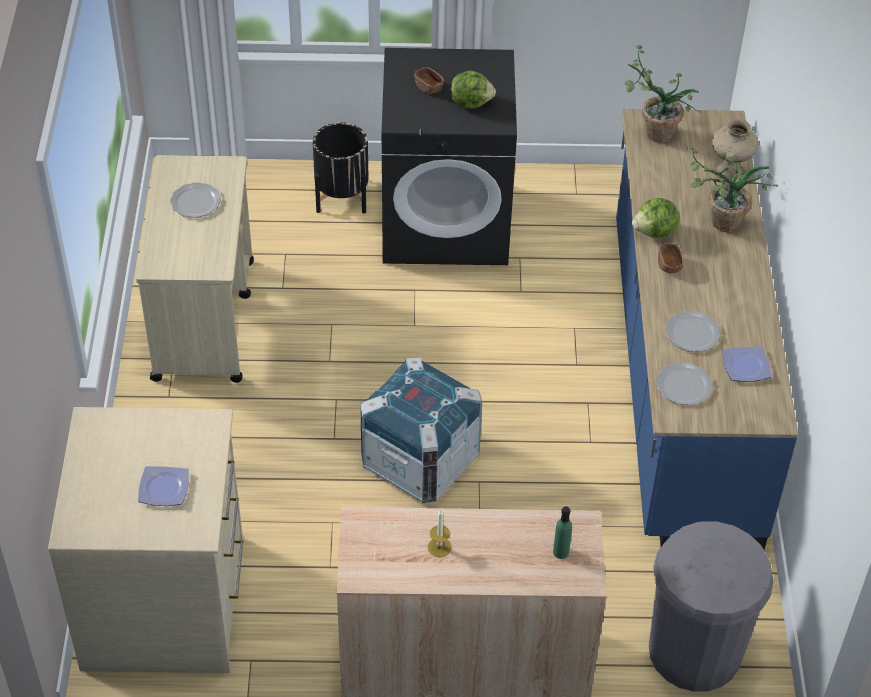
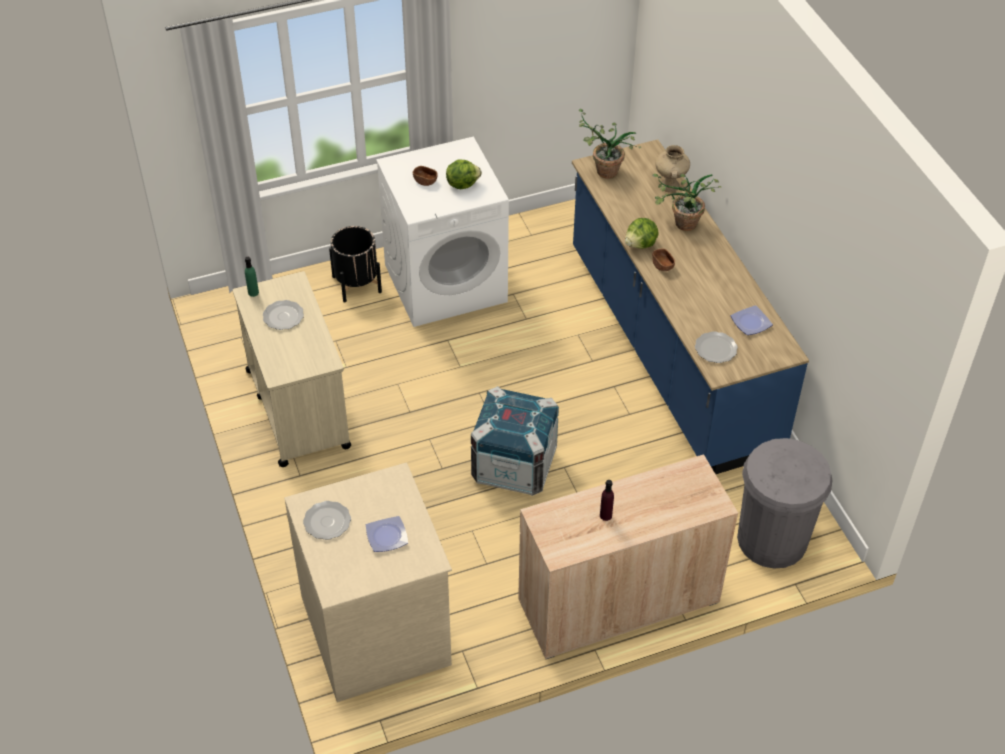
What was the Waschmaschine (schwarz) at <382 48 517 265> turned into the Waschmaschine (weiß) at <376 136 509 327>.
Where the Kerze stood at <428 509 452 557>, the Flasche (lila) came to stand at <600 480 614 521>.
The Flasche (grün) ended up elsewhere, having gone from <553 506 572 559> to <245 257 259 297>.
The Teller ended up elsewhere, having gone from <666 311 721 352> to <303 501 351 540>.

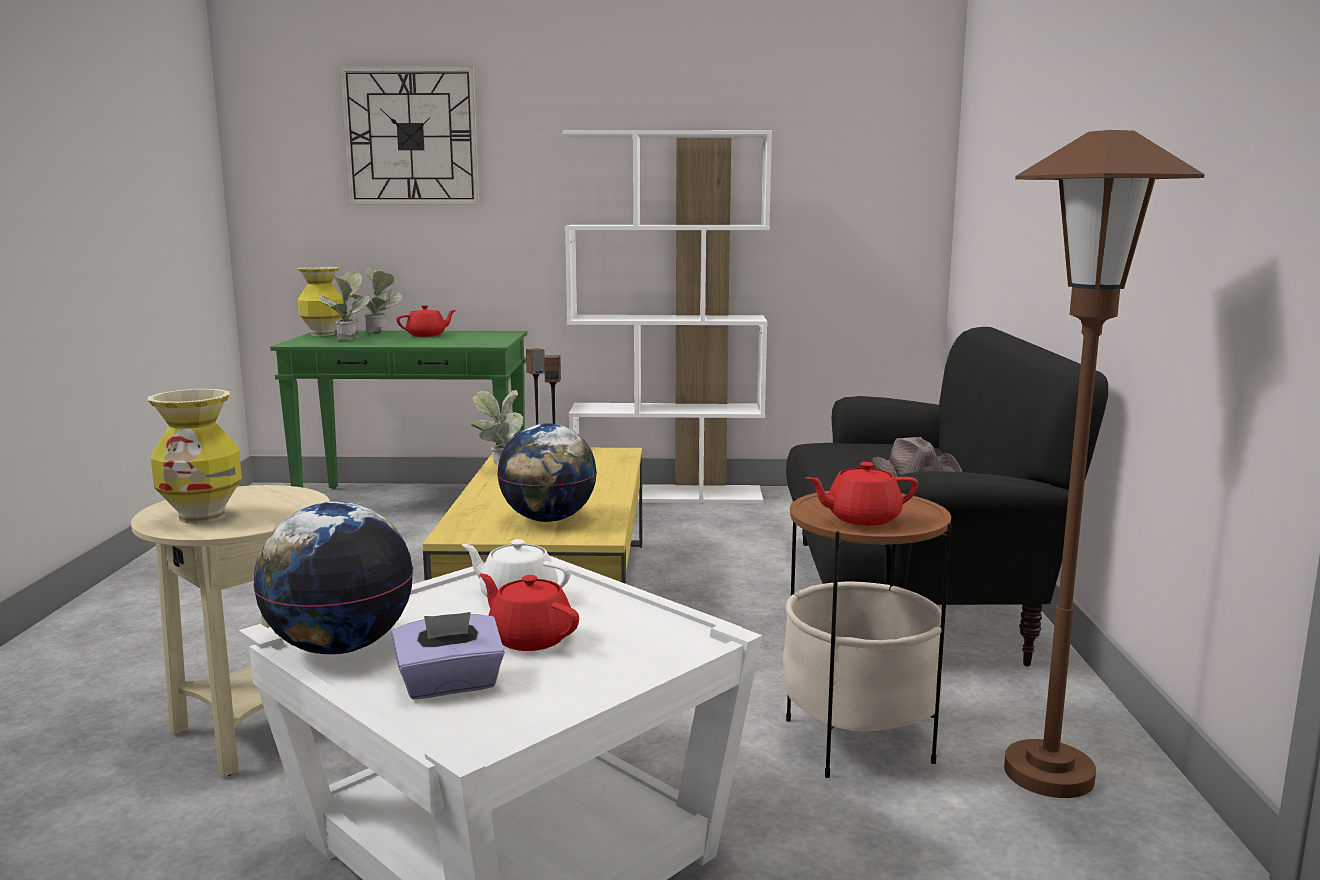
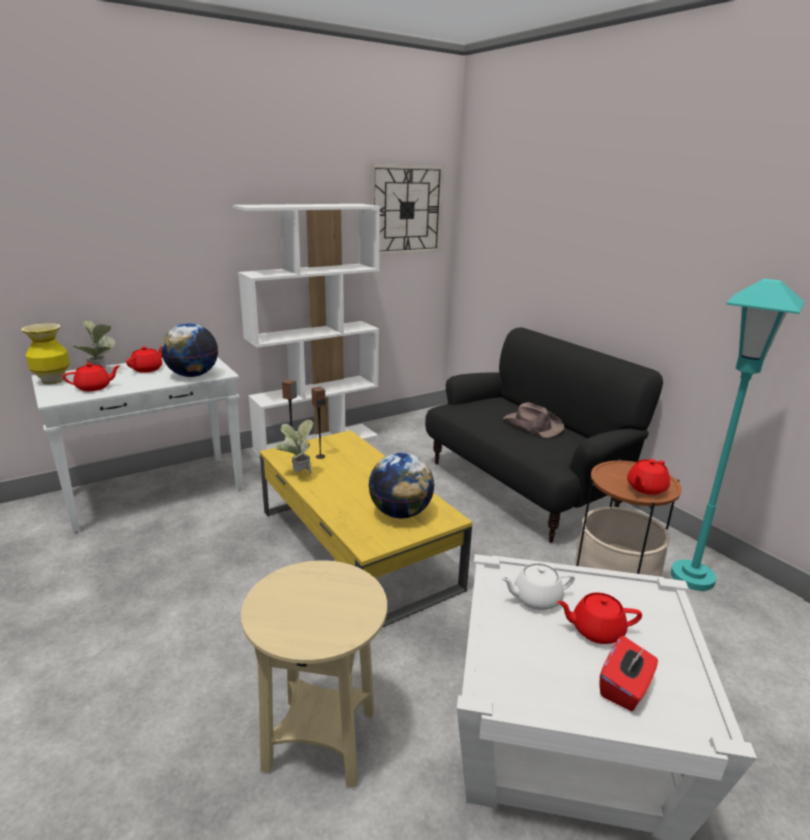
The second view lost the Vase at <148 389 242 524>.
The Globus ended up elsewhere, having gone from <253 502 413 655> to <161 323 218 377>.
What was the Konsolentisch (grün) at <270 330 527 489> turned into the Konsolentisch (weiß) at <31 357 243 533>.
Where the Topfpflanze stood at <317 271 370 339>, the Teekanne (rot) came to stand at <63 363 121 391>.
The Wanduhr ended up elsewhere, having gone from <339 66 479 204> to <370 164 444 255>.
What was the Taschentuchbox (lila) at <392 612 505 700> turned into the Taschentuchbox (rot) at <599 636 658 711>.
What was the Stehlampe (braun) at <1004 130 1205 798> turned into the Stehlampe (türkis) at <671 279 804 591>.

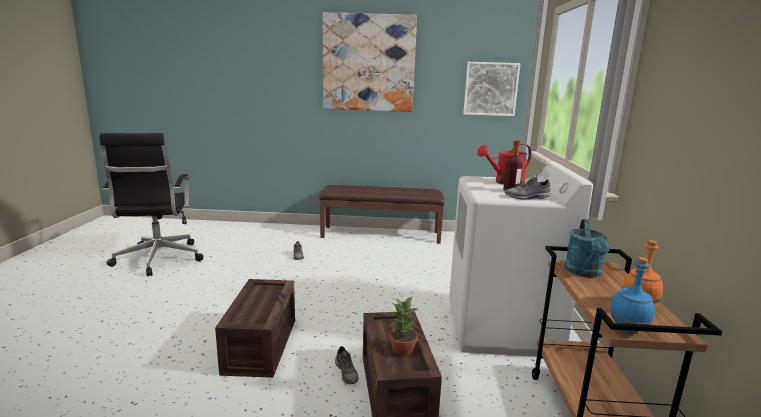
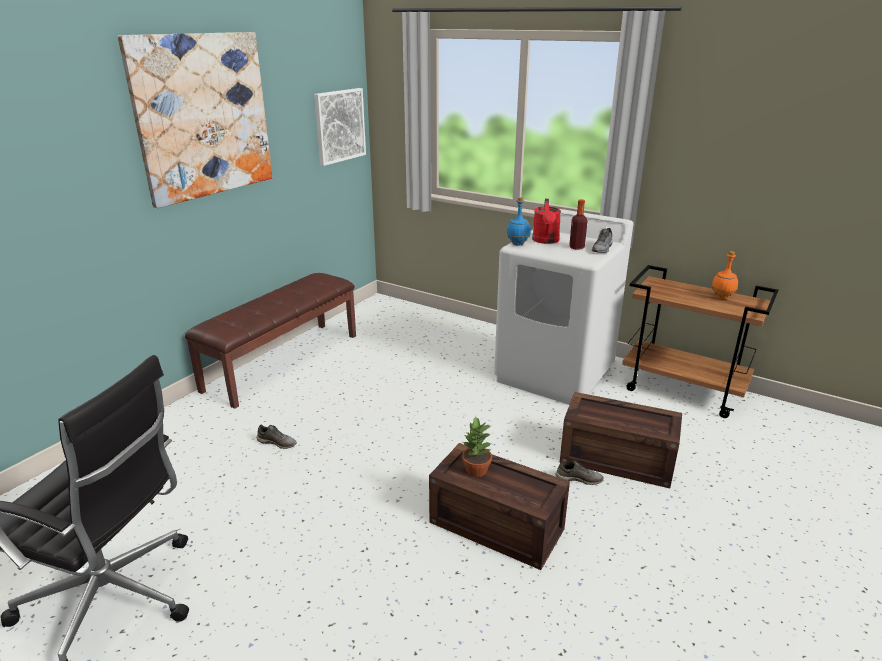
The Topfpflanze ended up elsewhere, having gone from <389 297 418 356> to <462 416 492 477>.
The second view lost the Gießkanne (türkis) at <564 219 610 278>.
The Flasche (blau) ended up elsewhere, having gone from <610 257 655 334> to <507 197 531 246>.

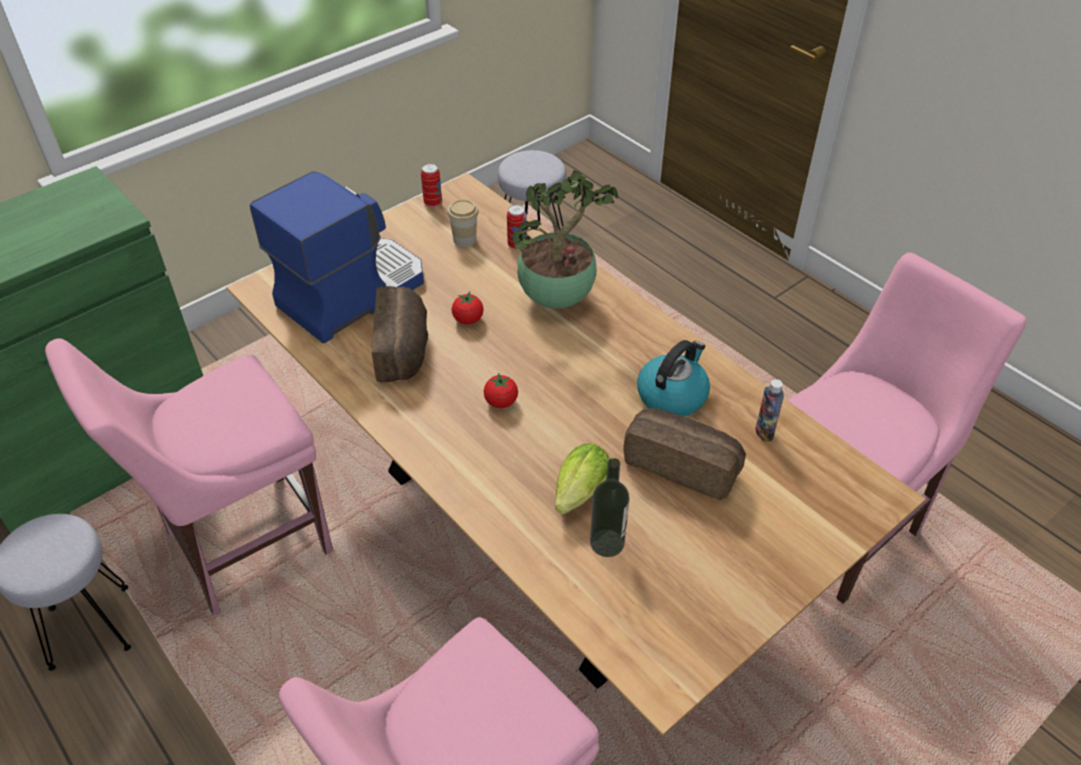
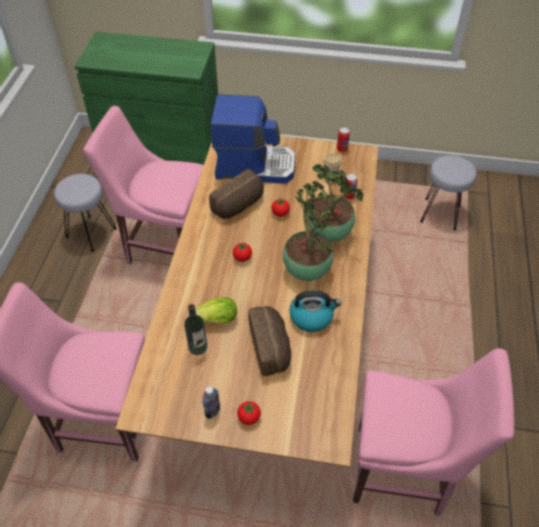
The Flasche ended up elsewhere, having gone from <756 379 784 442> to <203 386 220 419>.
The second view gained the Tomate at <237 401 261 425>.
The second view gained the Topfpflanze at <283 189 334 281>.

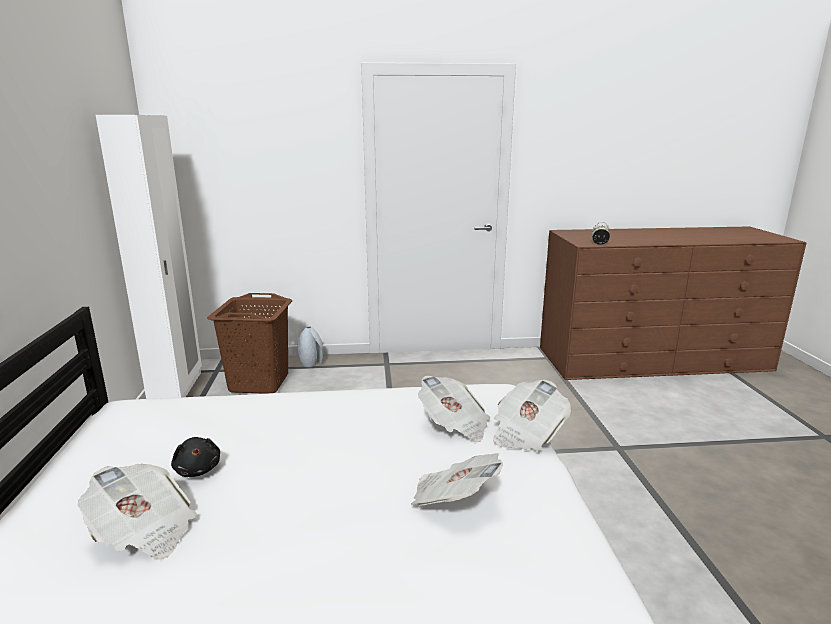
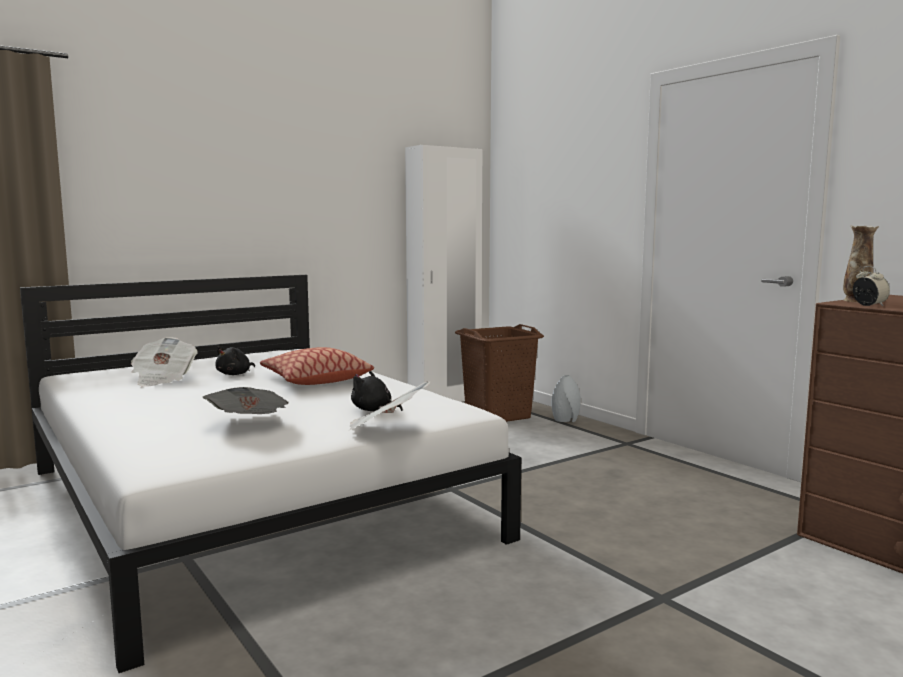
Where the Zeitung stood at <418 375 490 442>, the Plüschtier (schwarz) came to stand at <351 371 403 411>.
The second view gained the Kissen at <260 347 374 385>.
The second view gained the Vase at <843 226 879 302>.

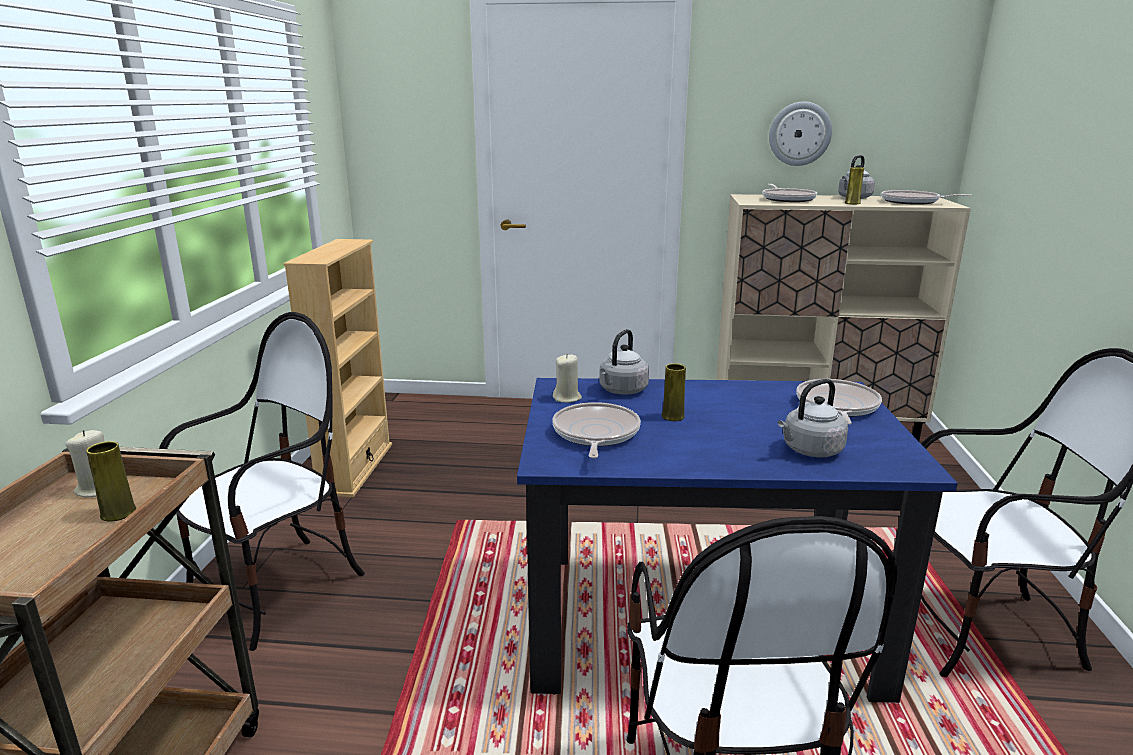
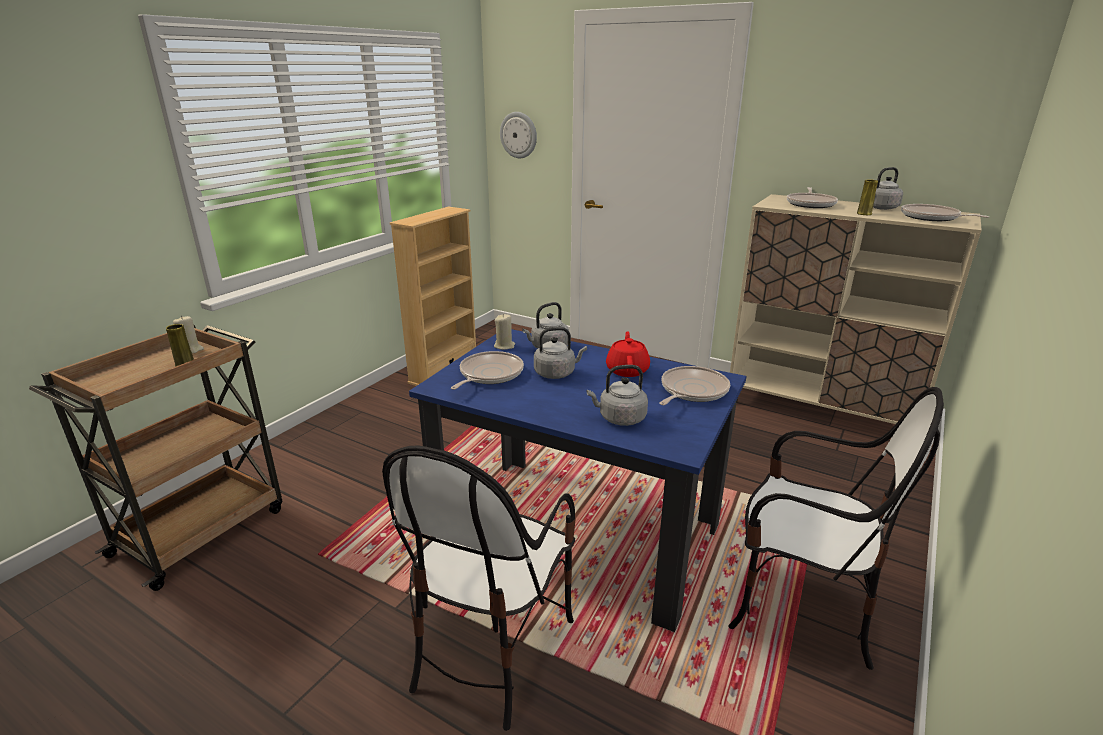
The second view lost the Stuhl at <159 312 365 651>.
Where the Vase (gelb) stood at <661 364 686 421>, the Wasserkessel (grau) came to stand at <534 327 587 379>.
The Wanduhr ended up elsewhere, having gone from <769 102 832 166> to <500 112 537 158>.
The second view gained the Teekanne (rot) at <606 331 650 377>.

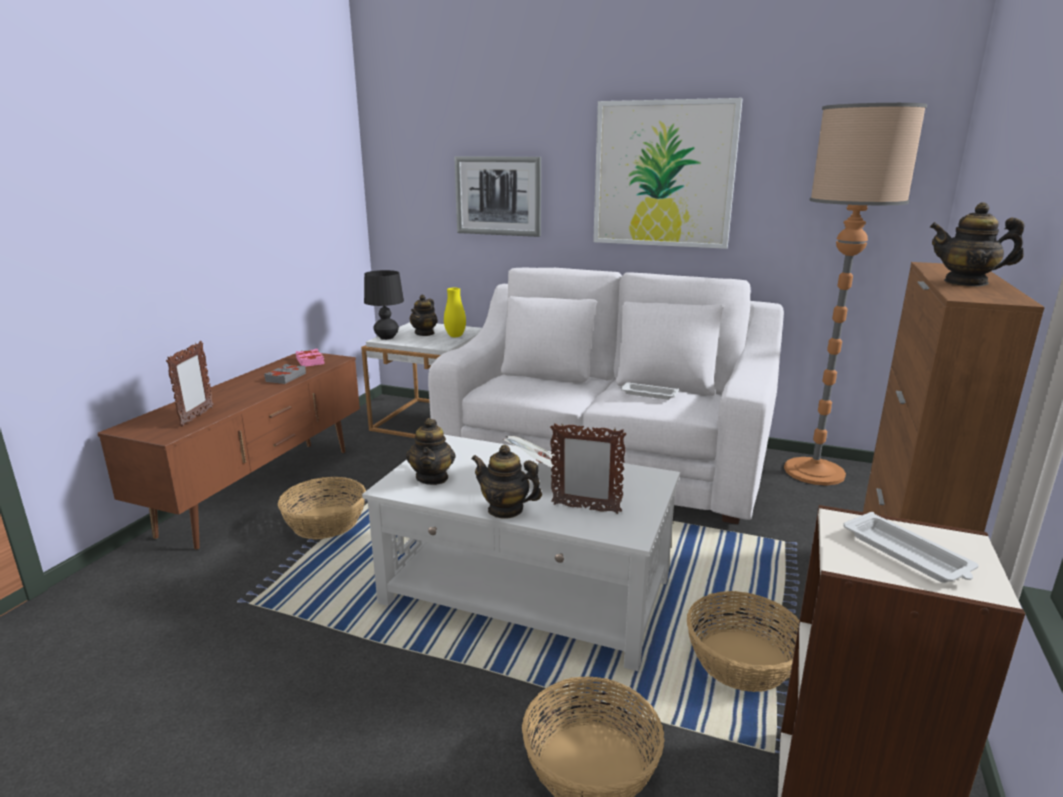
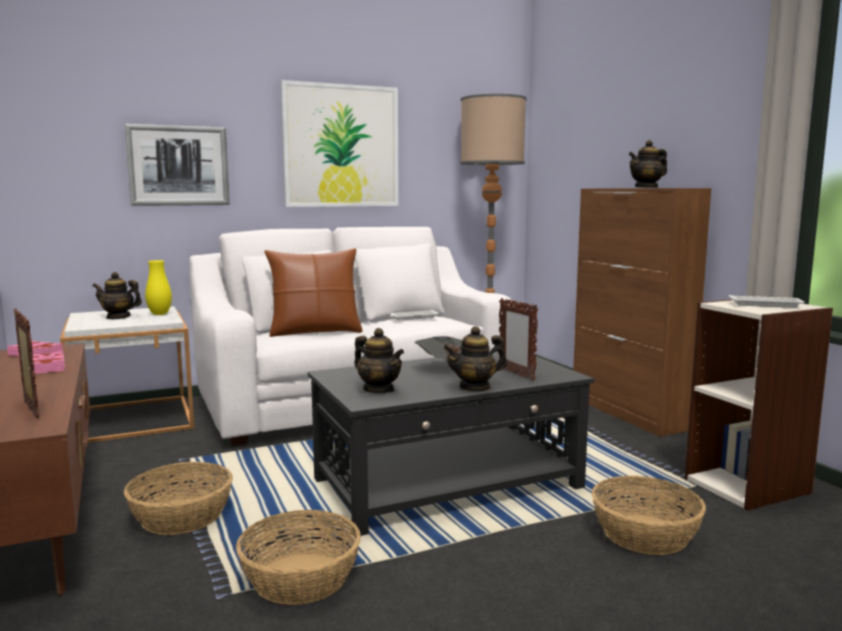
What was the Buch (grau) at <264 364 306 384> turned into the Buch (rosa) at <33 351 65 374>.
What was the Couchtisch (weiß) at <362 435 680 671> turned into the Couchtisch (schwarz) at <308 351 594 536>.
The second view lost the Tischlampe (schwarz) at <364 270 404 340>.
The Teekanne at <410 295 438 336> ended up facing another way, 120 degrees clockwise from before.
The Bilderrahmen at <550 423 626 514> ended up facing another way, 90 degrees clockwise from before.
The Korb ended up elsewhere, having gone from <687 591 799 692> to <236 510 361 605>.
The second view gained the Kissen (braun) at <264 248 363 337>.

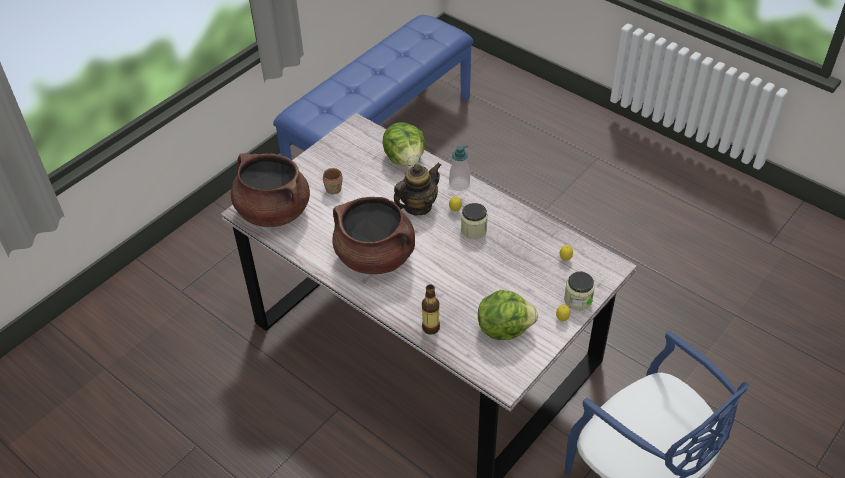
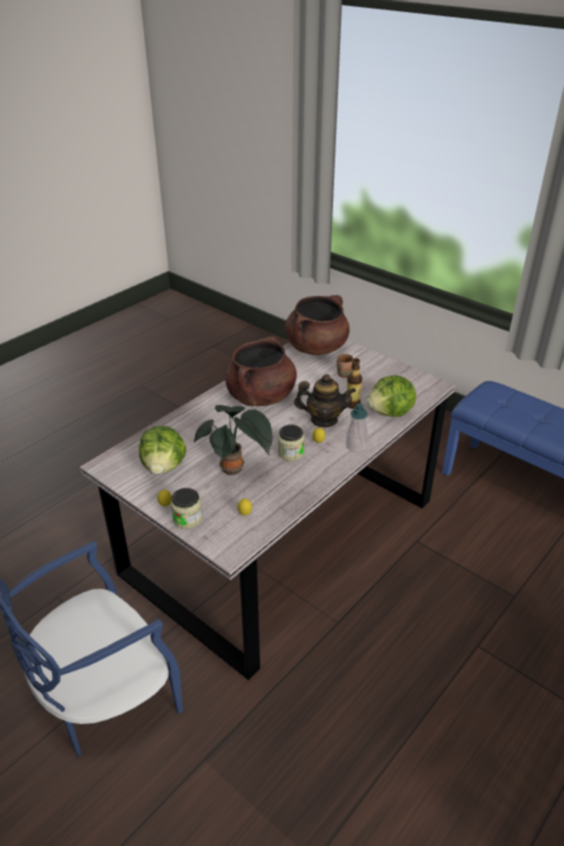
The Teekanne at <394 163 441 215> ended up facing another way, 45 degrees counterclockwise from before.
The Flasche ended up elsewhere, having gone from <422 284 440 335> to <347 358 362 409>.
The second view gained the Topfpflanze at <194 405 273 475>.

